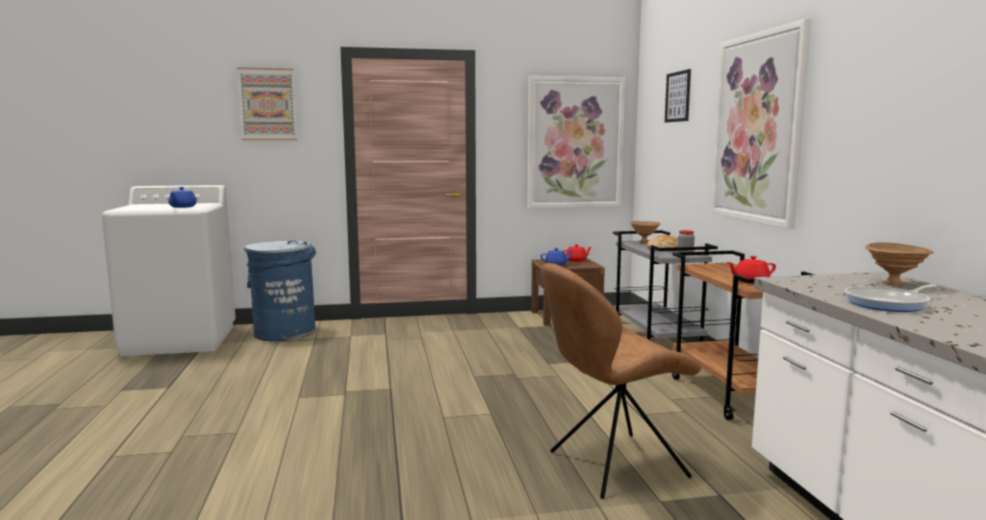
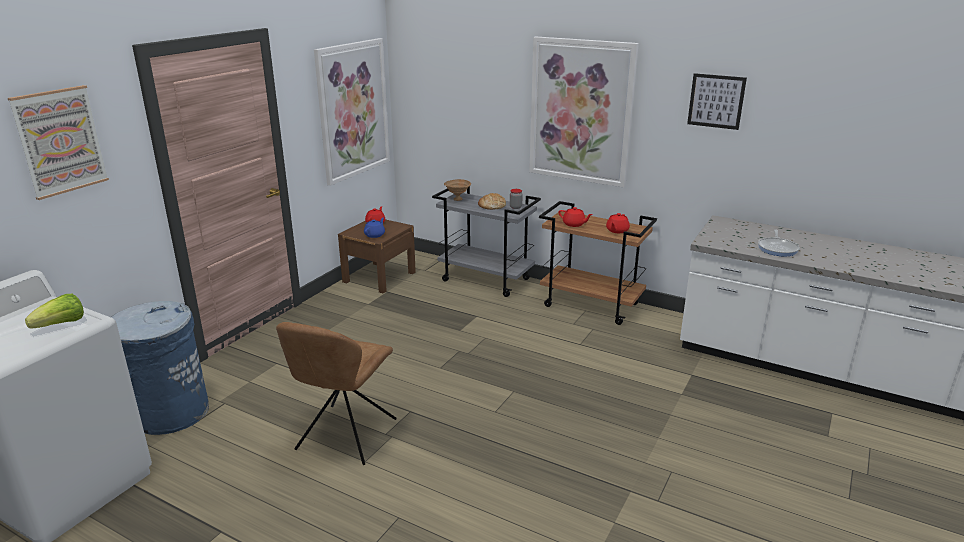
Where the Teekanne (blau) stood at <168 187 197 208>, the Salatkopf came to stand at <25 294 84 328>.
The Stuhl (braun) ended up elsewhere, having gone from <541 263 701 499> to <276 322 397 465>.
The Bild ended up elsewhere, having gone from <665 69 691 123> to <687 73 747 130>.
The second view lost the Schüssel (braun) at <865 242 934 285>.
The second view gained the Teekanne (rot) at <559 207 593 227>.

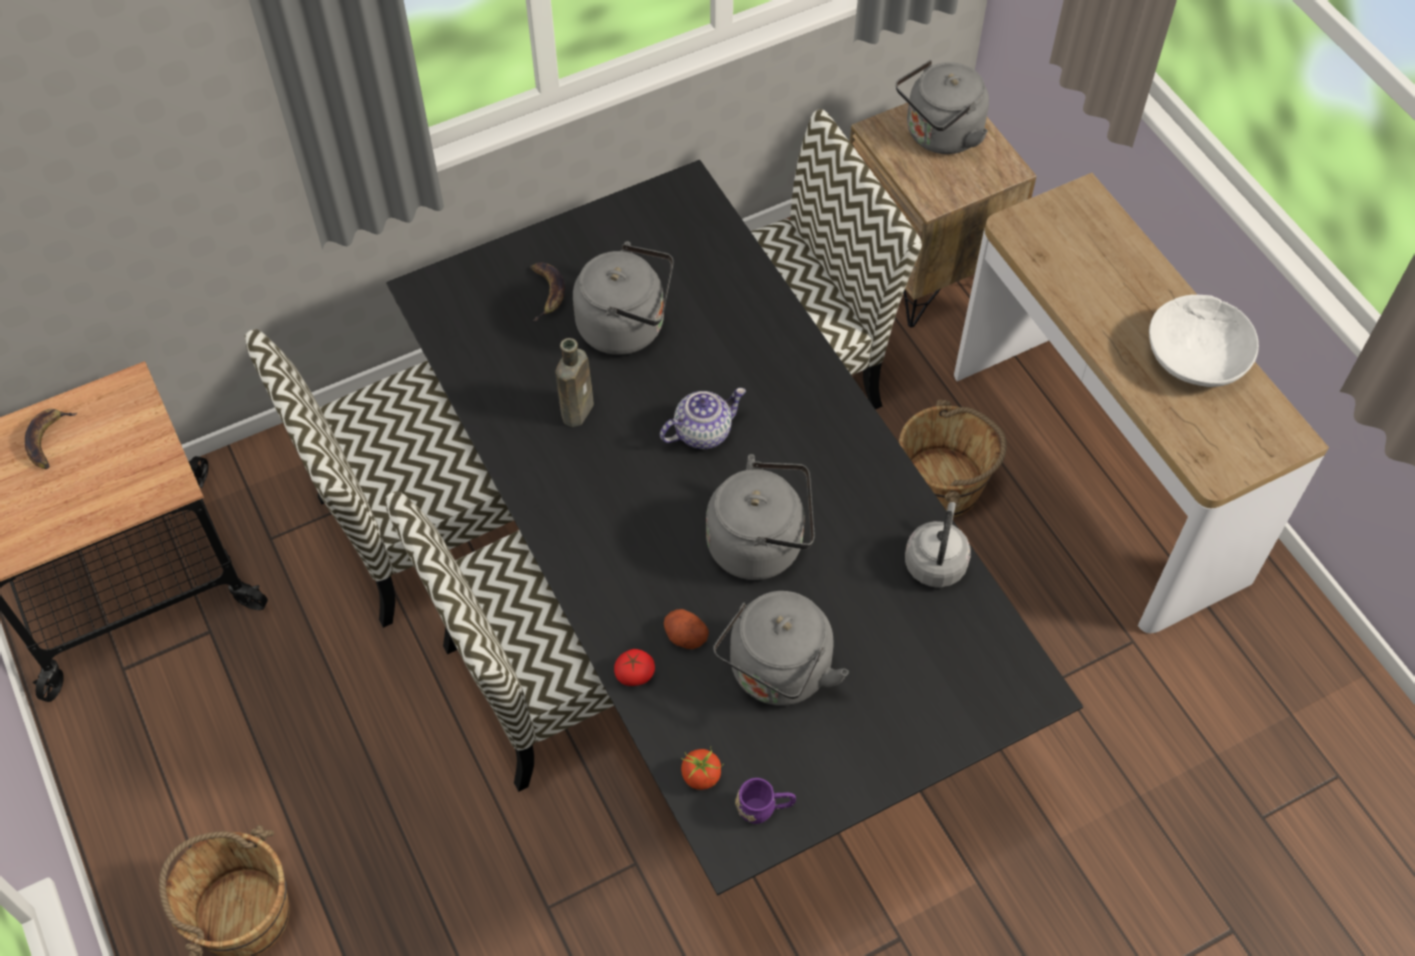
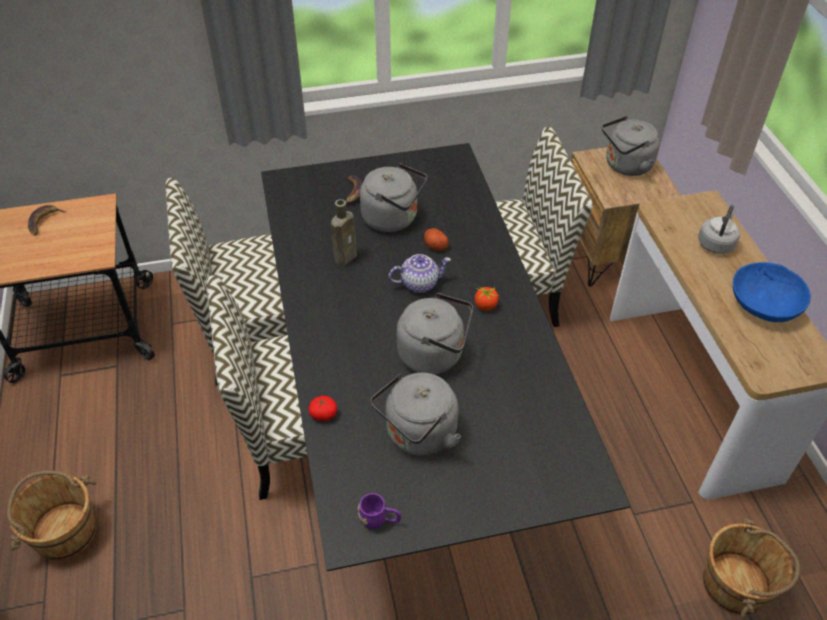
The Kartoffel ended up elsewhere, having gone from <664 609 709 649> to <424 228 449 251>.
The Tomate ended up elsewhere, having gone from <681 748 723 790> to <475 286 500 311>.
The Eimer (braun) ended up elsewhere, having gone from <899 400 1007 518> to <703 518 800 617>.
The Wasserkessel (grau) ended up elsewhere, having gone from <905 502 971 587> to <698 205 740 254>.
What was the Schüssel (weiß) at <1149 295 1259 387> turned into the Schüssel (blau) at <733 262 811 322>.

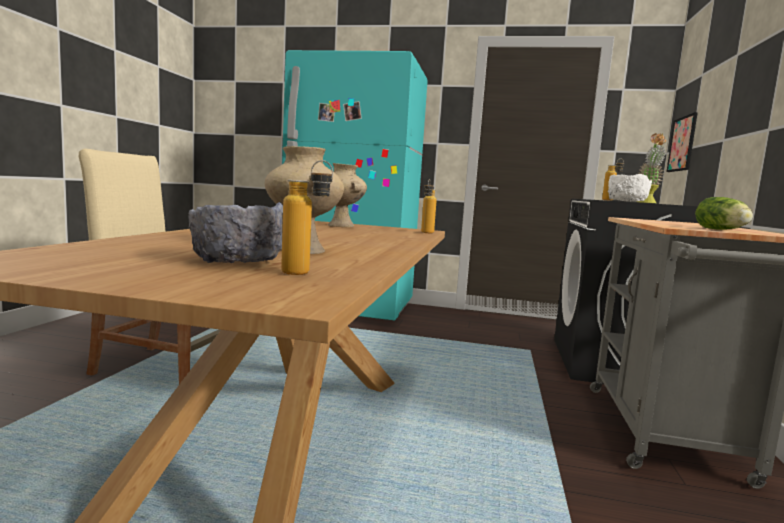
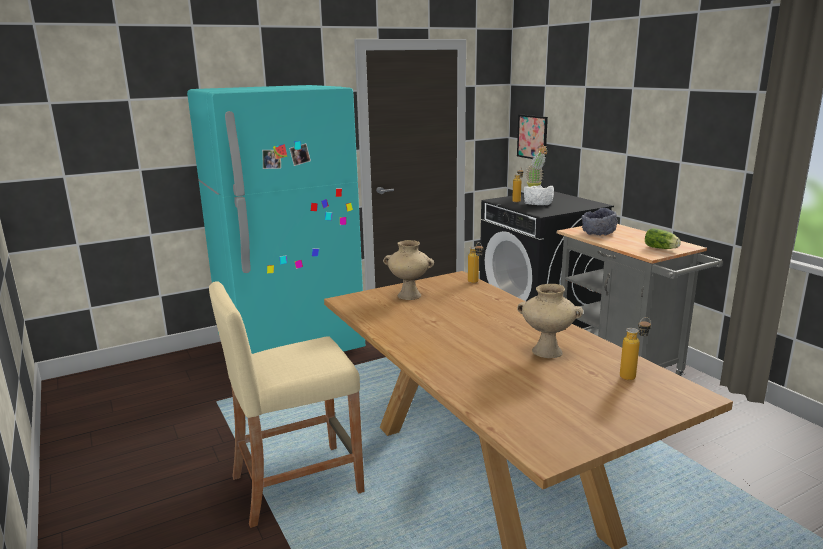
The Schüssel (grau) ended up elsewhere, having gone from <188 202 283 263> to <582 208 618 236>.

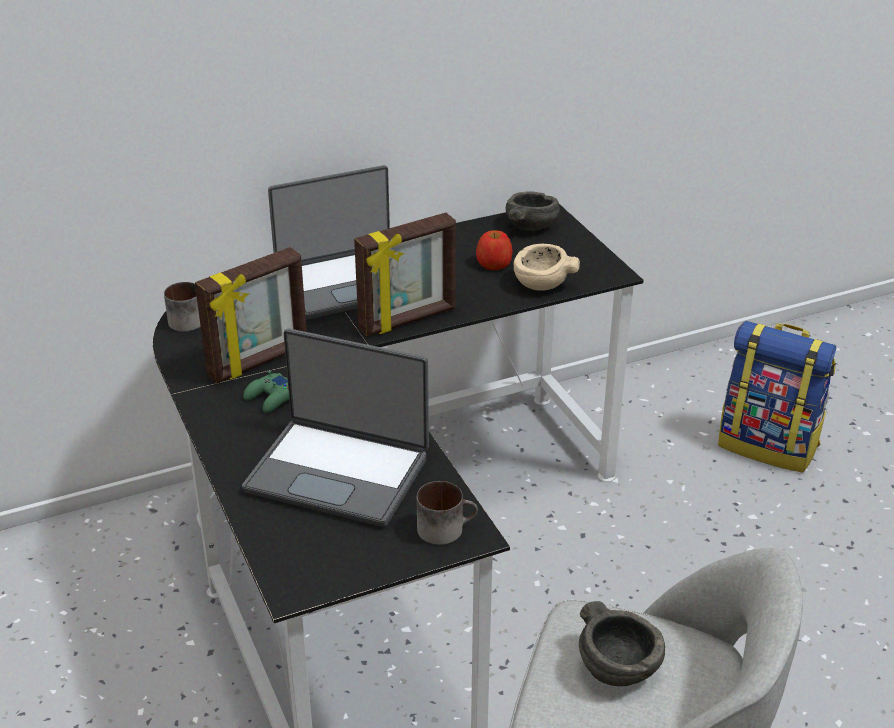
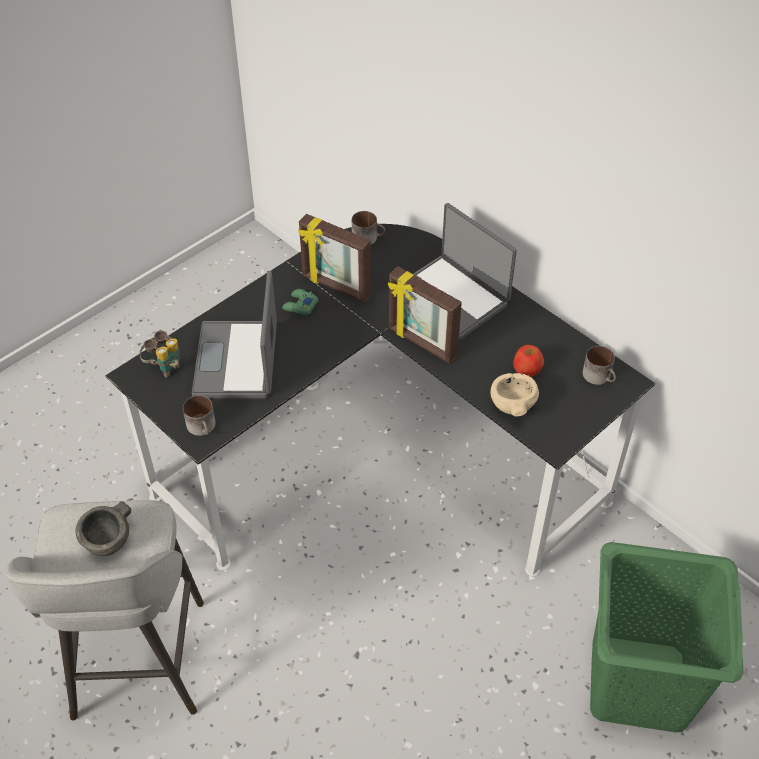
Where the Schüssel (grau) stood at <506 191 560 231>, the Henkelbecher came to stand at <582 346 616 385>.
Where the Rucksack stood at <718 321 836 473>, the Wäschekorb (grün) came to stand at <590 542 744 732>.
The second view gained the Fernglas at <140 331 180 377>.

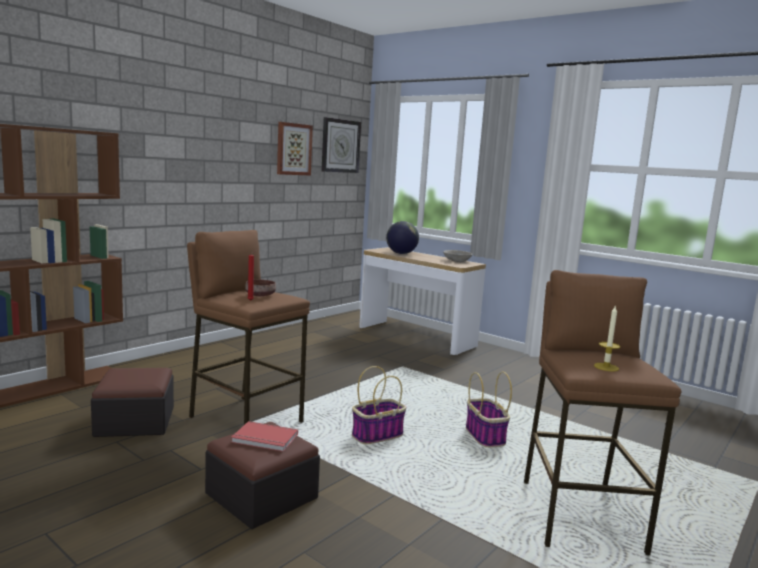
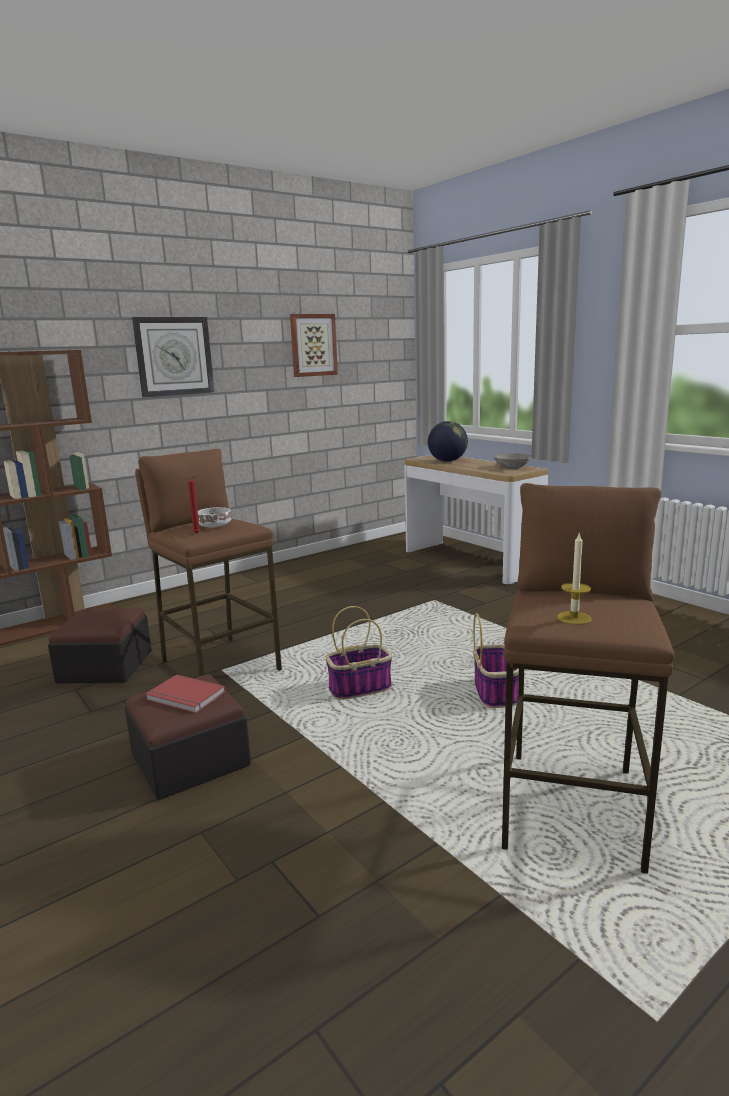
What was the Schüssel (braun) at <245 279 276 296> turned into the Schüssel (weiß) at <198 507 232 528>.
The Wanduhr ended up elsewhere, having gone from <322 117 361 173> to <132 317 214 397>.

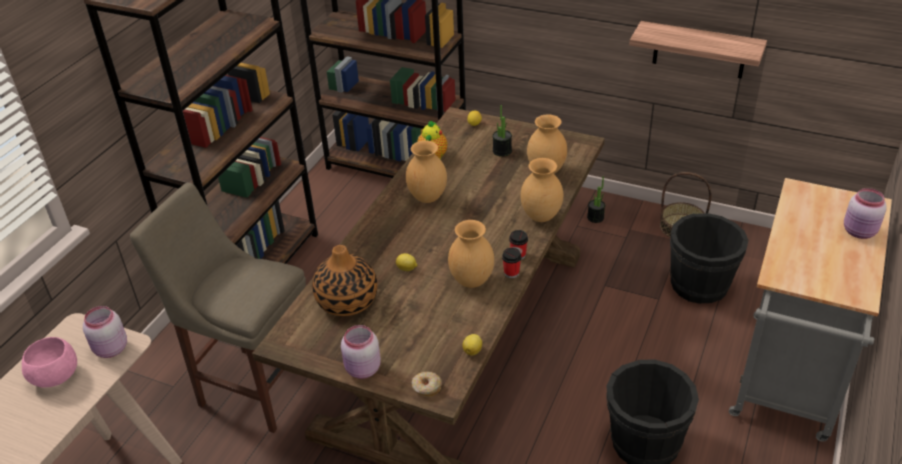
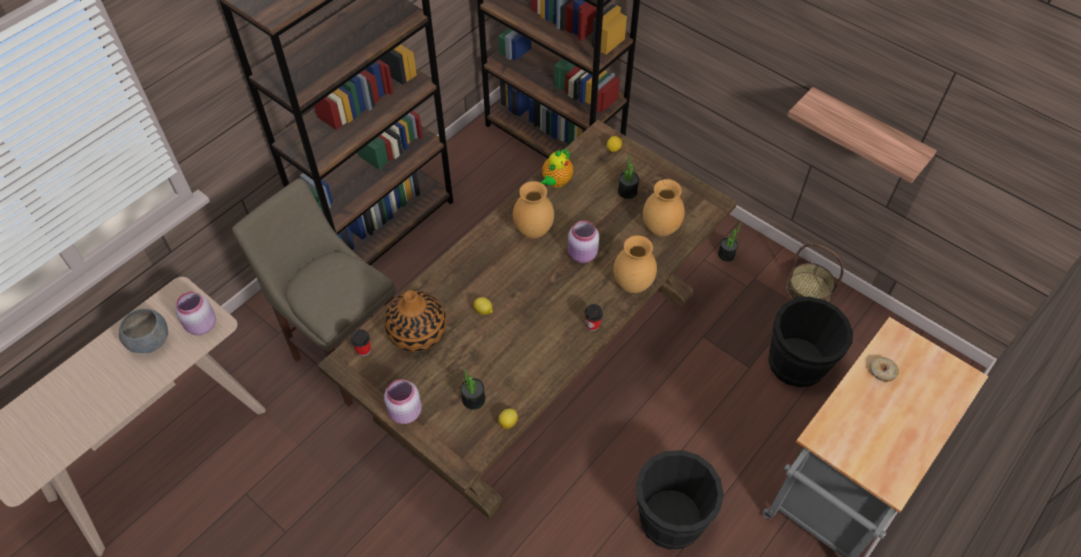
What was the Schüssel (rosa) at <22 337 77 388> turned into the Schüssel (grau) at <119 309 168 353>.
The Donut ended up elsewhere, having gone from <412 372 442 397> to <870 357 899 382>.
The second view lost the Vase (braun) at <448 220 494 288>.
The Tasse ended up elsewhere, having gone from <502 248 521 278> to <350 329 371 356>.
The Vorratsglas (rosa) ended up elsewhere, having gone from <844 188 887 239> to <568 221 599 263>.
The second view gained the Topfpflanze at <461 369 485 410>.

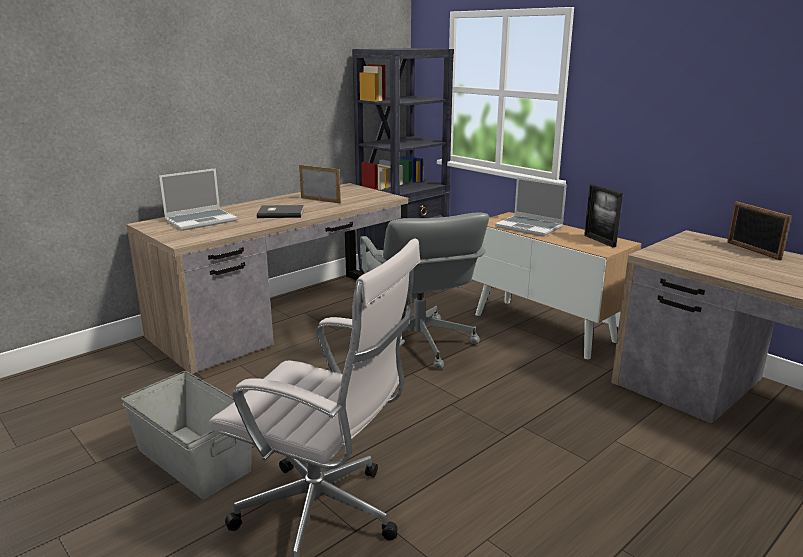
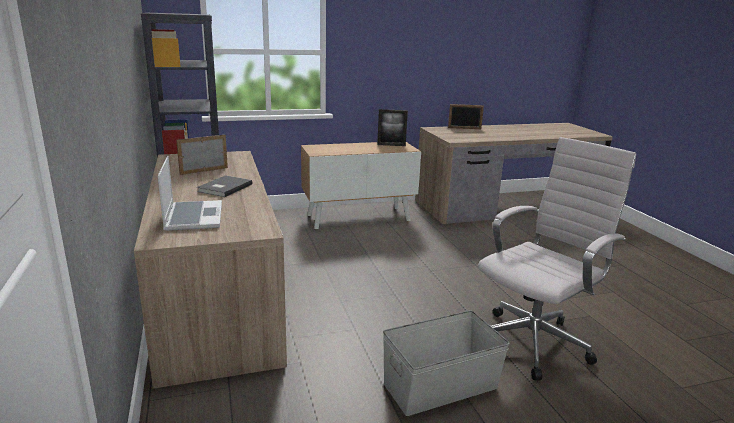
The second view lost the Bürostuhl (grau) at <360 213 489 369>.
The second view lost the Laptop at <495 177 567 236>.

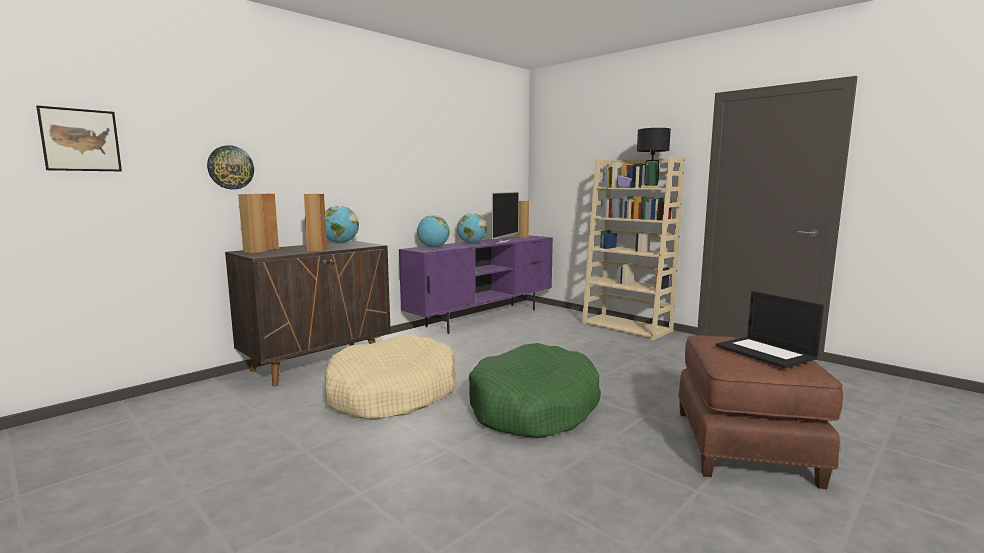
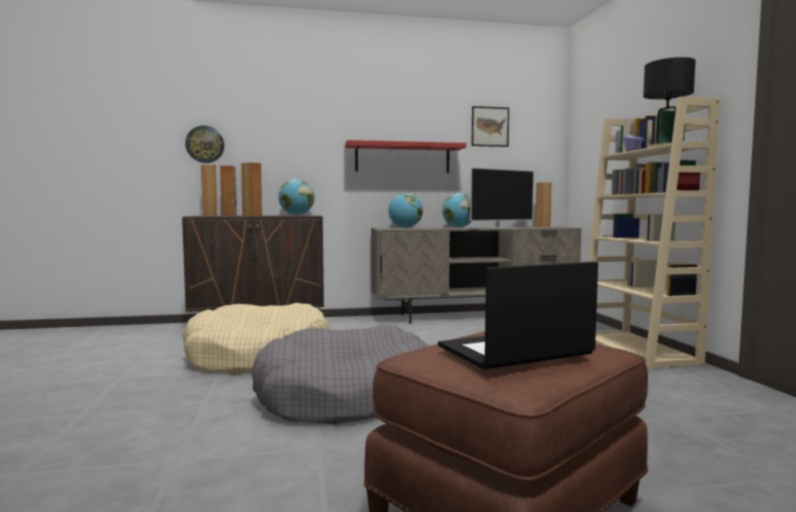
The Bild ended up elsewhere, having gone from <36 106 122 171> to <472 106 509 147>.
What was the Fernsehschrank (lila) at <399 235 553 334> turned into the Fernsehschrank (beige) at <371 227 582 323>.
What was the Hundebett (grün) at <469 343 601 438> turned into the Hundebett (grau) at <251 325 428 425>.
The Laptop at <715 291 824 368> ended up facing another way, 60 degrees clockwise from before.
The second view gained the Wandregal (rot) at <345 140 466 173>.

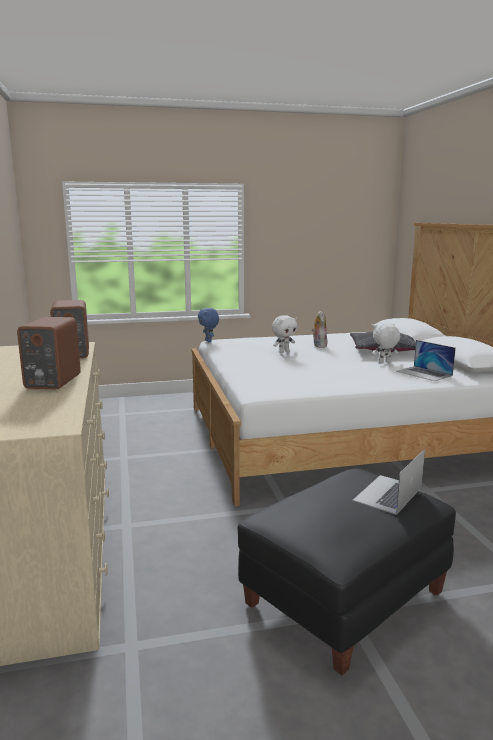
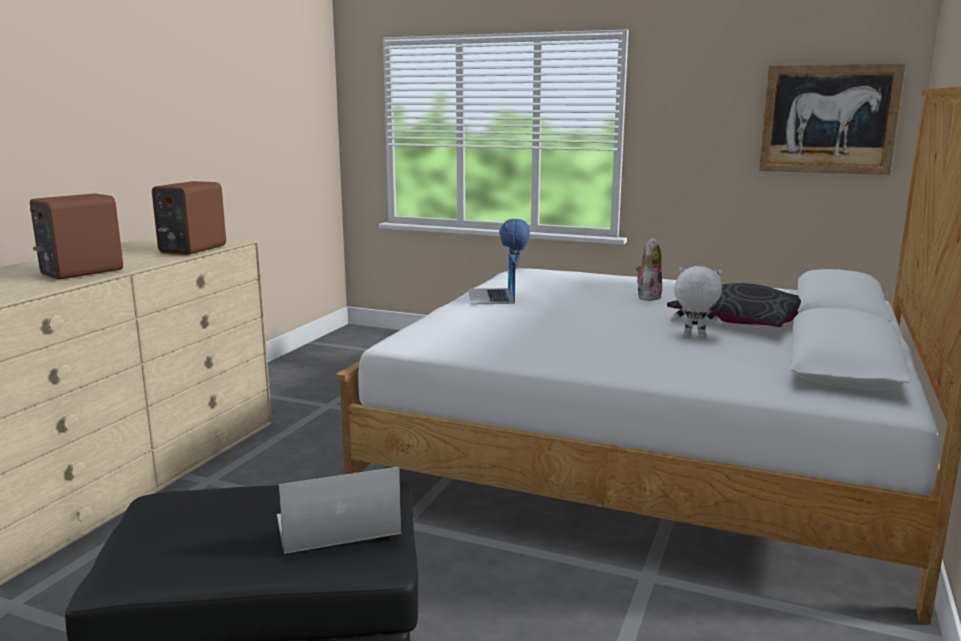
The second view lost the Plüschtier (weiß) at <272 315 297 353>.
The Laptop ended up elsewhere, having gone from <396 340 456 381> to <468 251 515 304>.
The second view gained the Bild at <759 63 906 175>.

